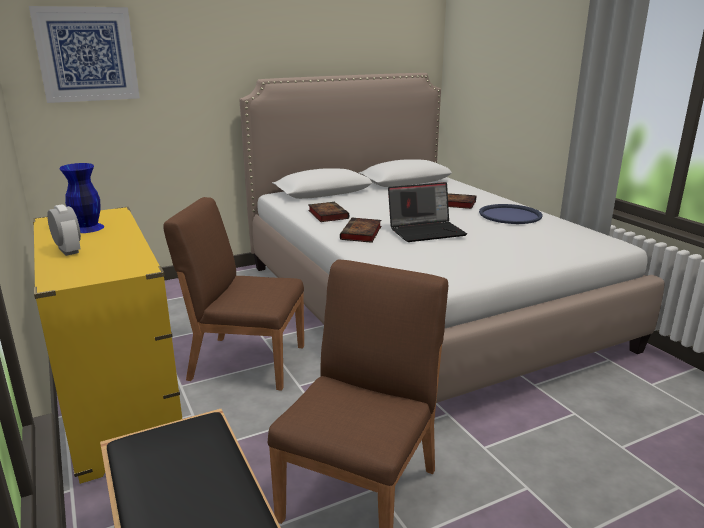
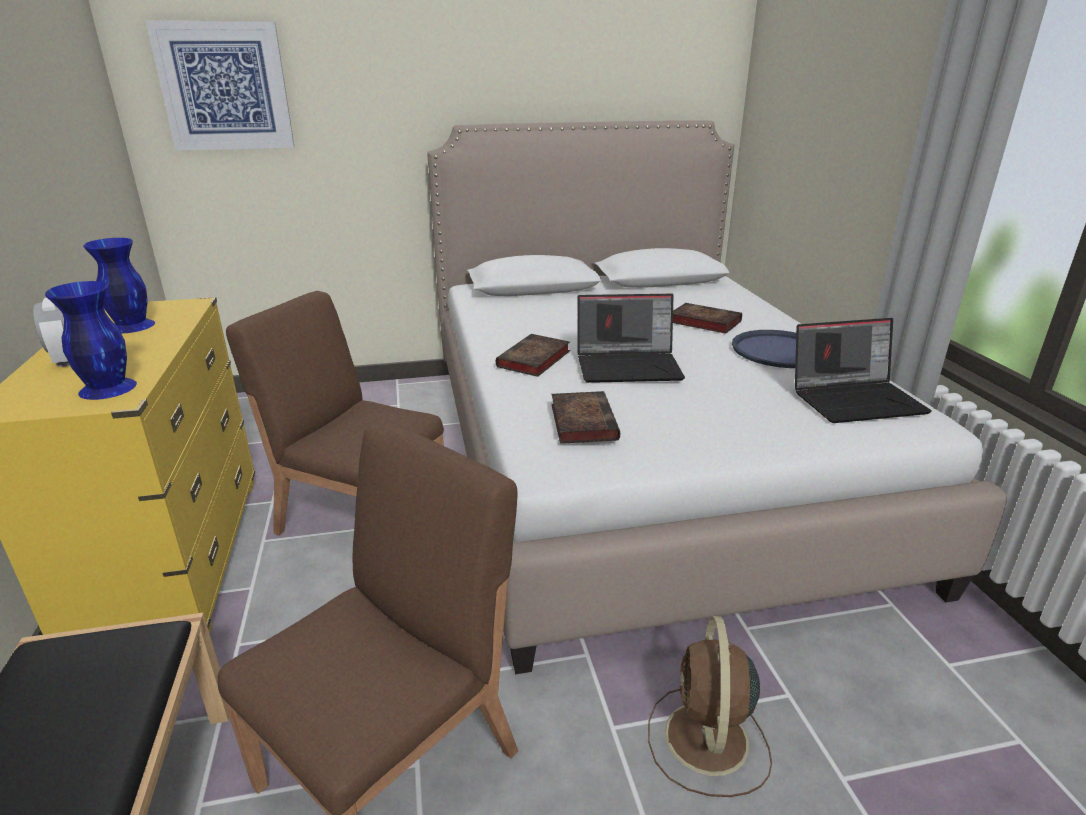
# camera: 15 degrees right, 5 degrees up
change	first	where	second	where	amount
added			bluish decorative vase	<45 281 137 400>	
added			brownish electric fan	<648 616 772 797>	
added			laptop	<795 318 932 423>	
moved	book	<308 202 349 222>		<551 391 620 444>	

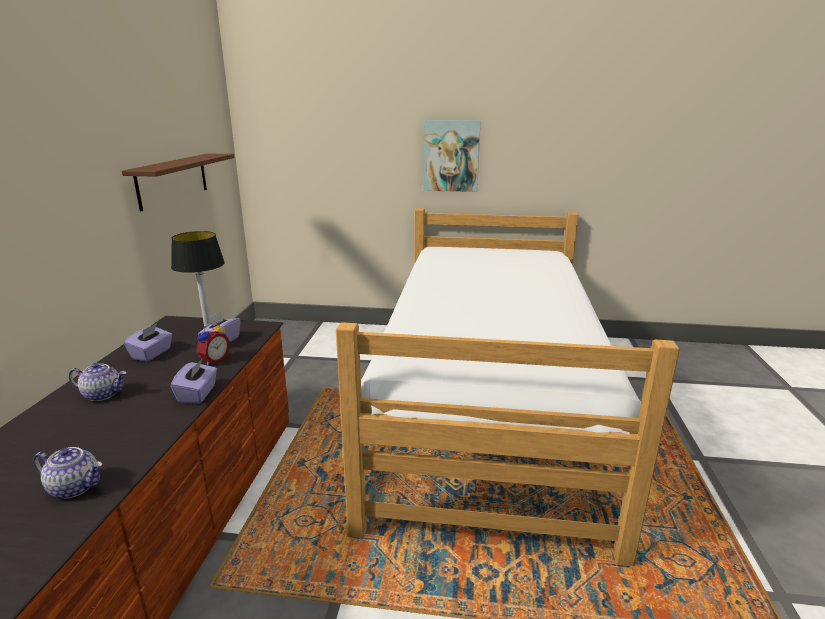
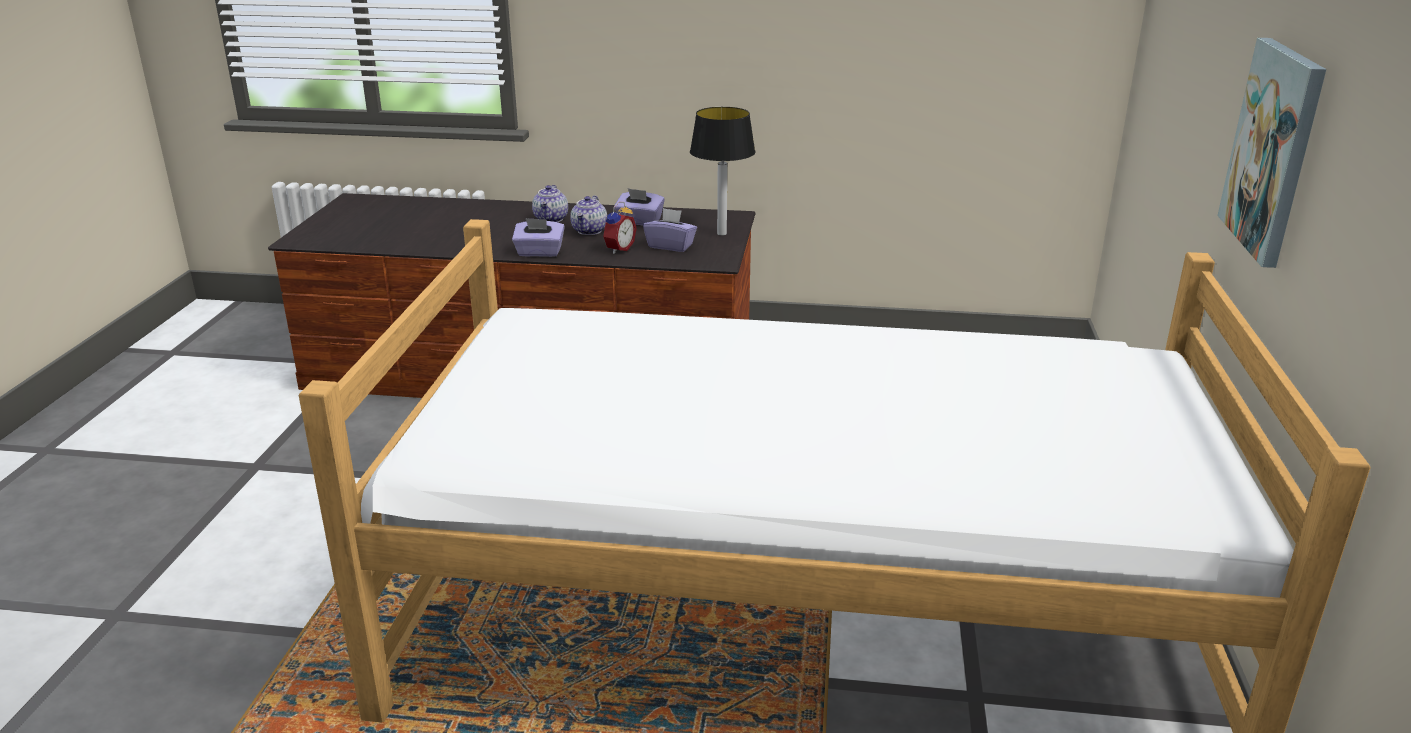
# camera: 90 degrees right, 5 degrees up
change	first	where	second	where	amount
removed	brownish bracket shelf	<122 154 234 212>			
moved	pot for tea	<33 447 102 499>		<570 195 607 235>	
turned	table clock	<196 322 230 365>		<603 202 637 254>	90 degrees counterclockwise

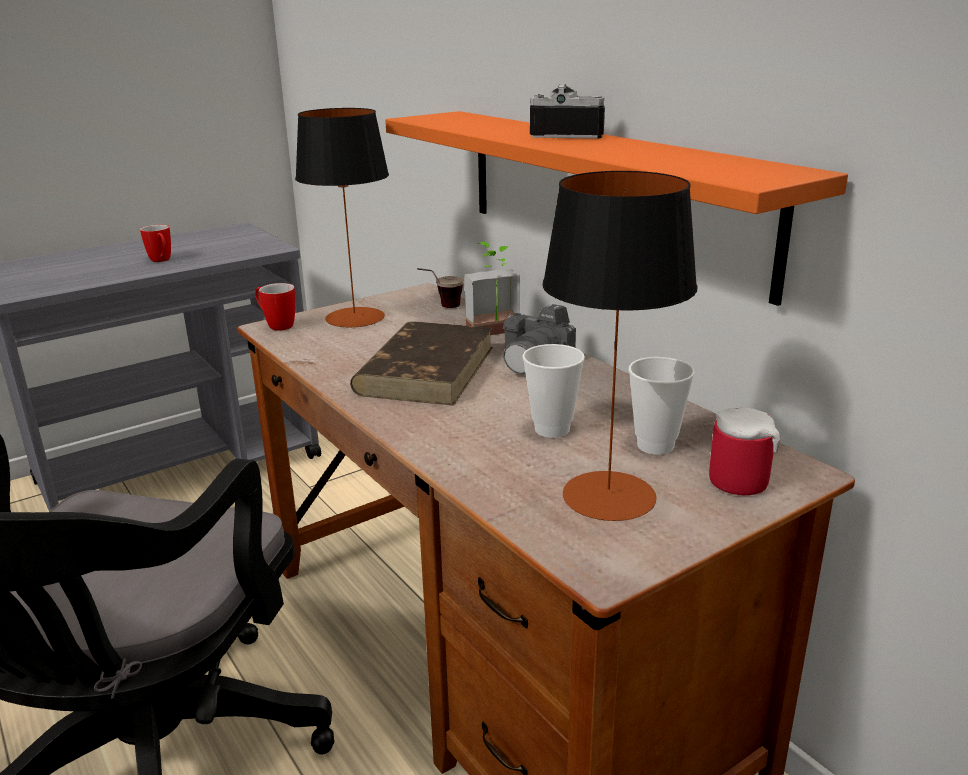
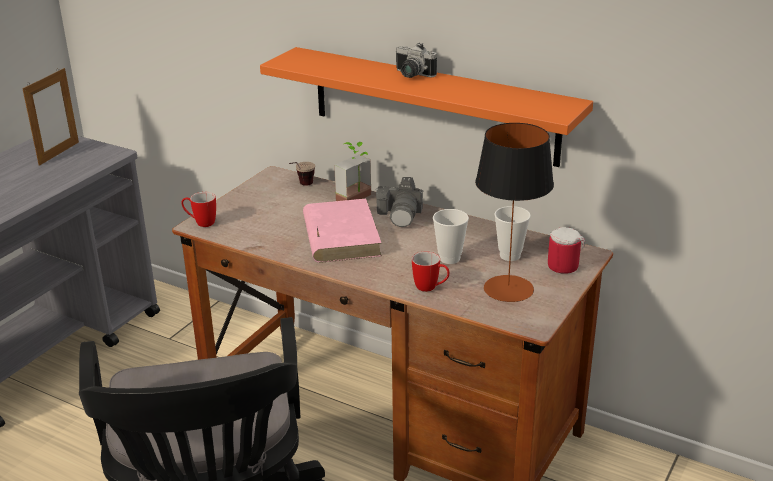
# camera: 25 degrees left, 5 degrees up
change	first	where	second	where	amount
removed	table lamp	<295 108 389 328>			
added			picture frame	<22 68 79 166>	
moved	mug	<140 225 171 262>		<412 251 450 292>	
recoloured	brownish book	<350 321 493 406>	pink book	<303 199 382 263>	
turned	photo camera	<530 84 605 139>		<396 43 437 78>	135 degrees counterclockwise

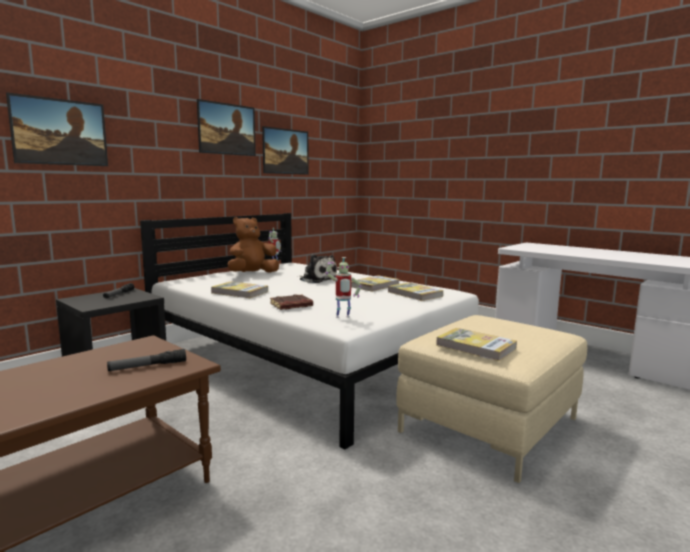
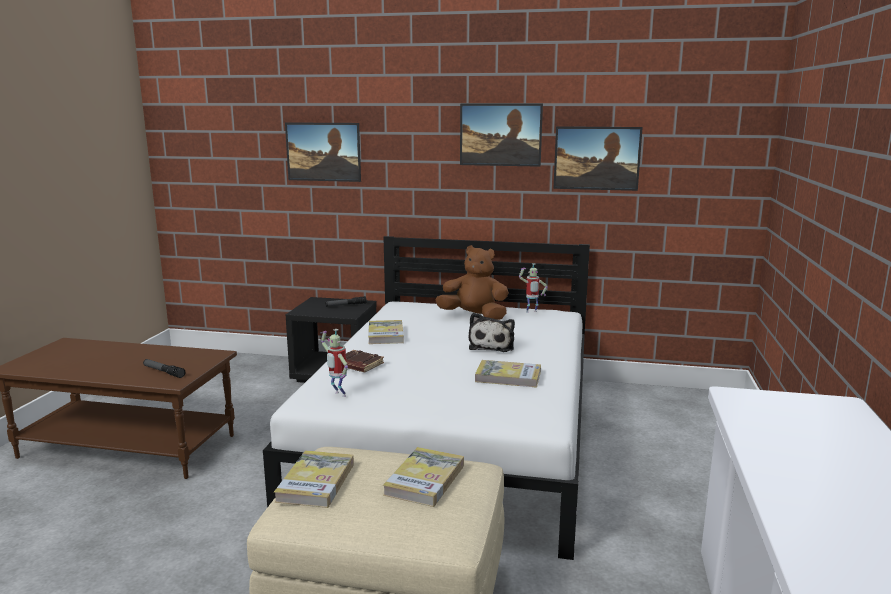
# camera: 60 degrees right, 5 degrees up
change	first	where	second	where	amount
moved	book	<388 283 443 301>		<383 447 464 507>	

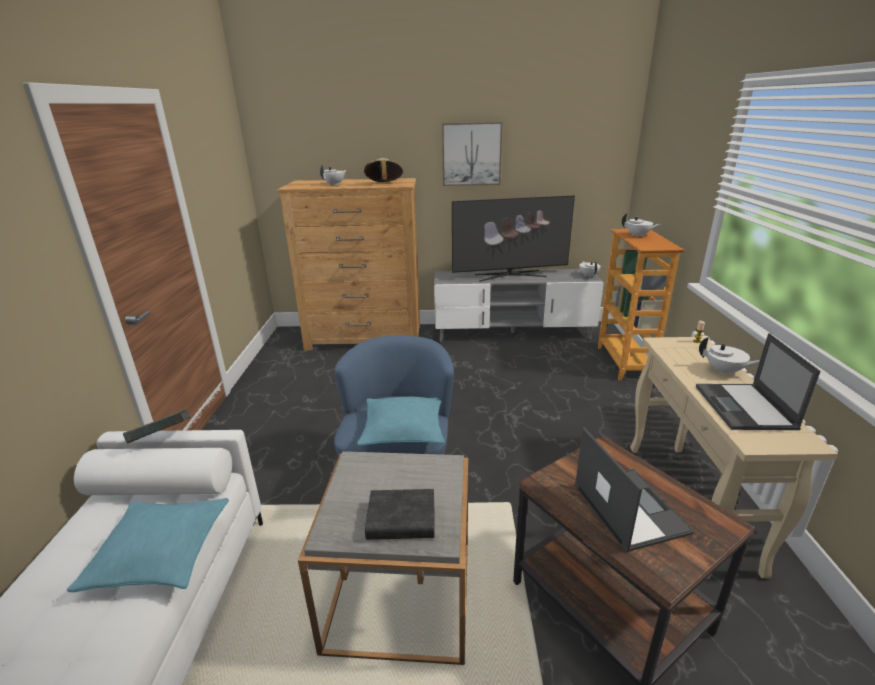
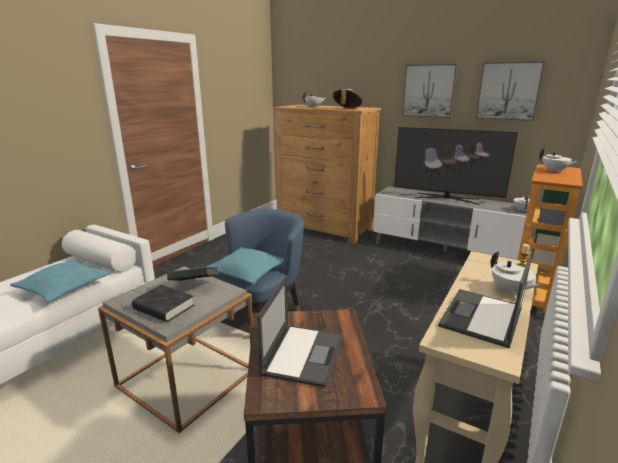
# camera: 30 degrees right, 5 degrees down
change	first	where	second	where	amount
added			wall art	<476 61 545 121>	
moved	book	<123 409 190 443>		<167 267 218 281>	

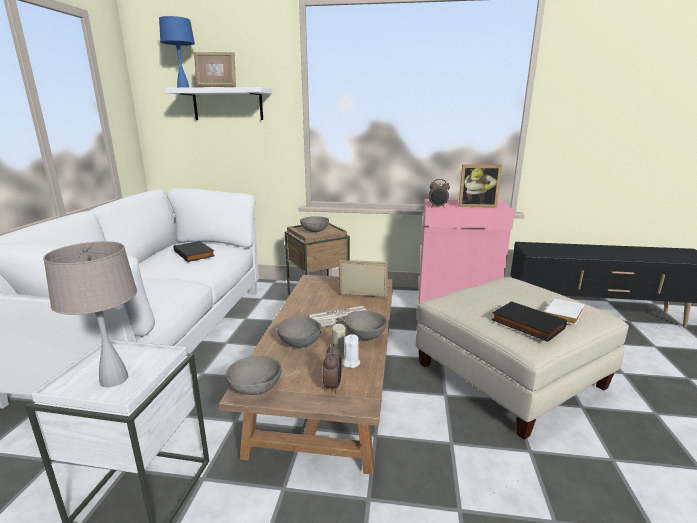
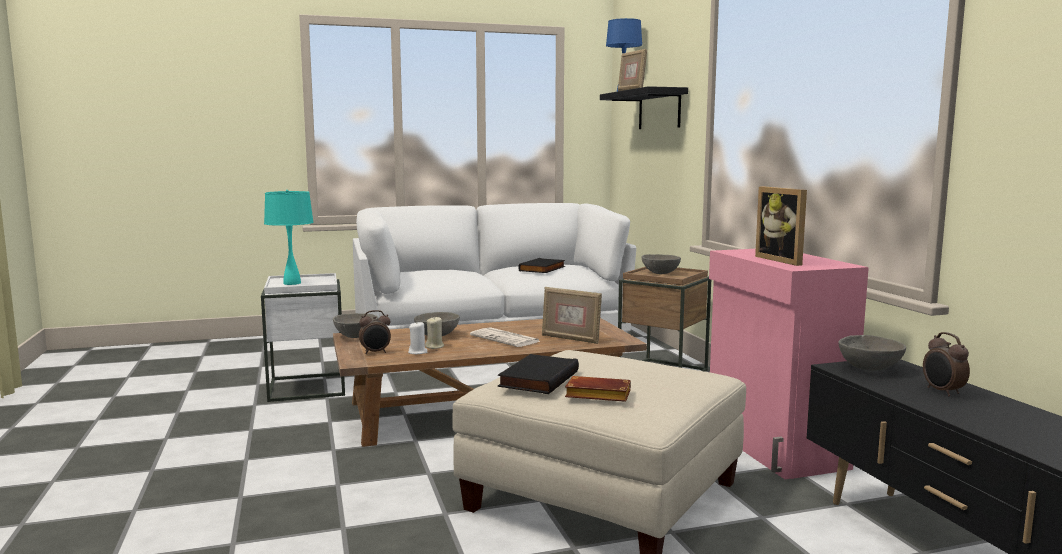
# camera: 65 degrees right, 10 degrees down
change	first	where	second	where	amount
moved	greyish serving bowl	<344 311 387 340>		<838 335 906 371>	
moved	table clock	<428 179 450 208>		<923 332 970 396>	
recoloured	beige-coloured table lamp	<43 241 137 387>	turquoise-coloured table lamp	<264 190 314 285>	
recoloured	white bracket shelf	<164 87 272 120>	blackish bracket shelf	<600 86 688 129>	
recoloured	white book	<544 299 584 325>	brownish book	<565 376 631 402>	
turned	picture frame	<338 260 388 297>		<542 287 602 344>	135 degrees clockwise

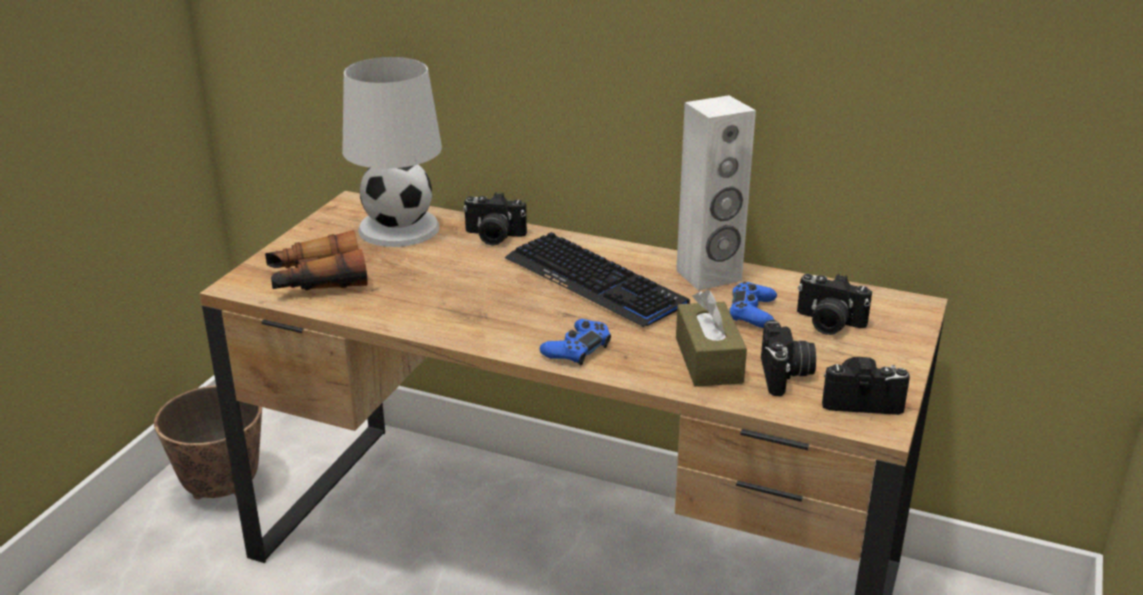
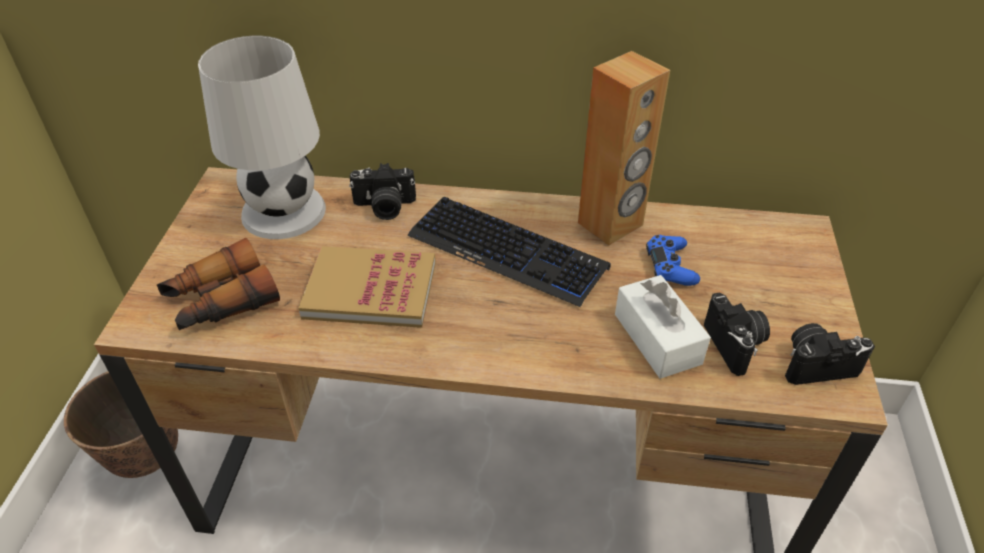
# camera: 15 degrees left, 15 degrees up
change	first	where	second	where	amount
removed	bluish joypad	<540 319 611 365>			
removed	photo camera	<797 274 872 335>			
added			book	<298 246 436 328>	
recoloured	white loudspeaker	<676 95 756 291>	brownish loudspeaker	<578 51 670 246>	
recoloured	brownish tissue box	<676 290 747 387>	white tissue box	<615 275 711 379>	

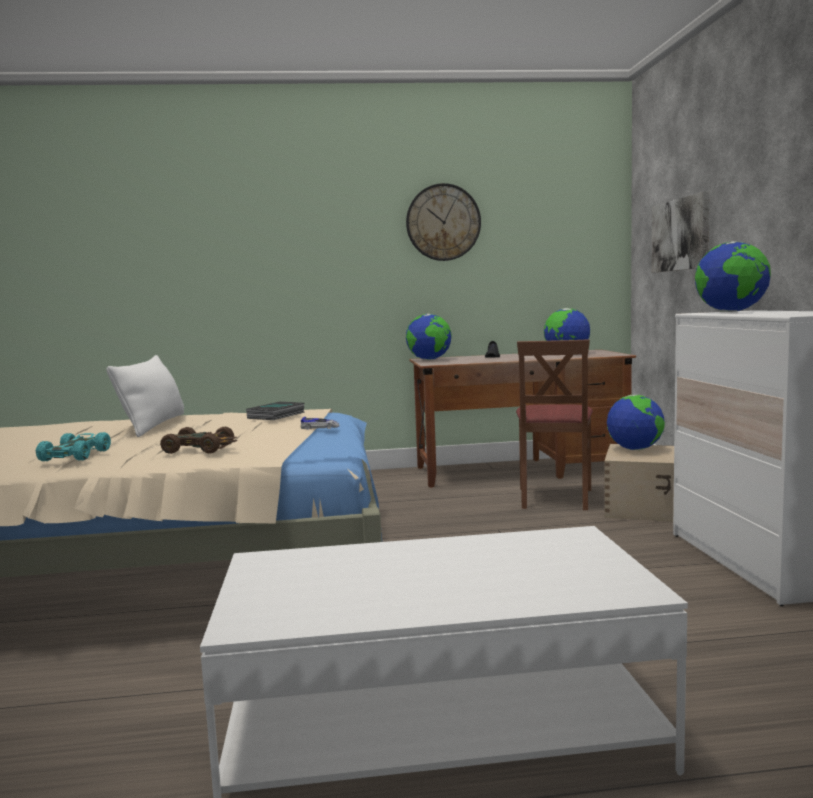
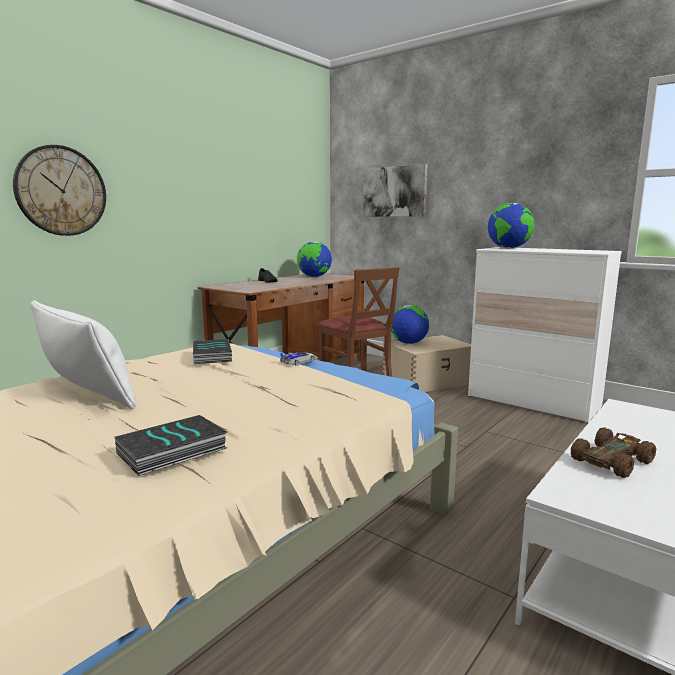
# camera: 45 degrees left, 5 degrees up
change	first	where	second	where	amount
removed	desk globe	<406 314 452 360>			
moved	brownish model car	<160 427 237 454>		<571 427 656 478>	
moved	hanging clock	<406 183 481 261>		<13 145 106 236>	
replaced	turquoise-coloured model car	<35 432 111 461>	book	<115 415 227 476>	

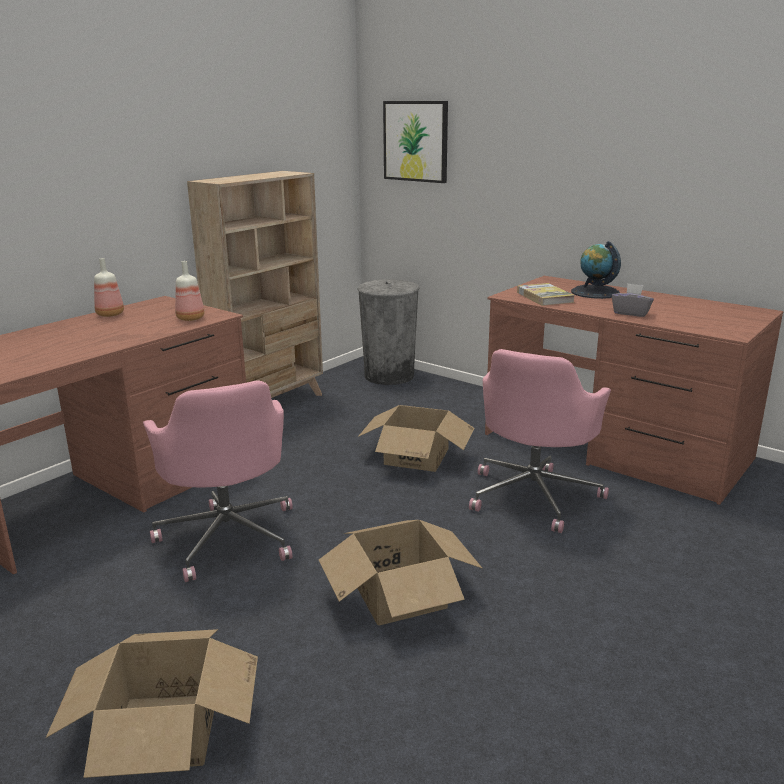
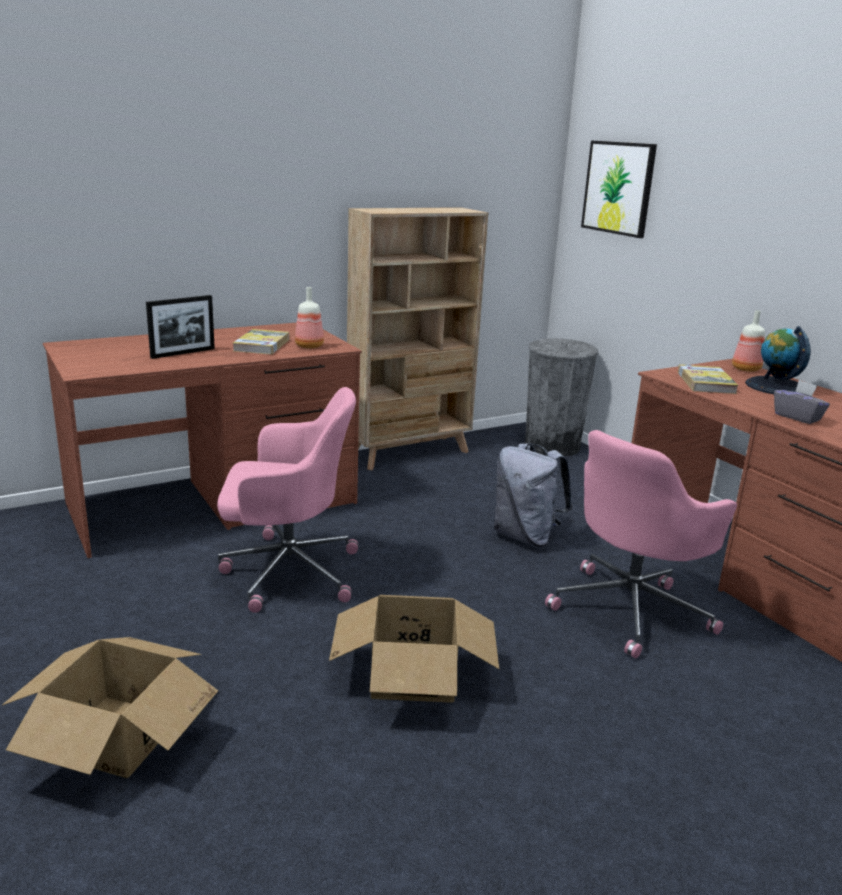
# camera: 20 degrees right, 0 degrees up
change	first	where	second	where	amount
added			picture frame	<146 295 215 359>	
added			book	<233 329 289 355>	
moved	drink bottle	<94 258 124 317>		<732 310 765 372>	
replaced	packing box	<358 405 475 472>	greyish backpack	<494 443 572 547>	
turned	pink office chair	<143 380 293 582>		<217 387 358 613>	90 degrees counterclockwise

